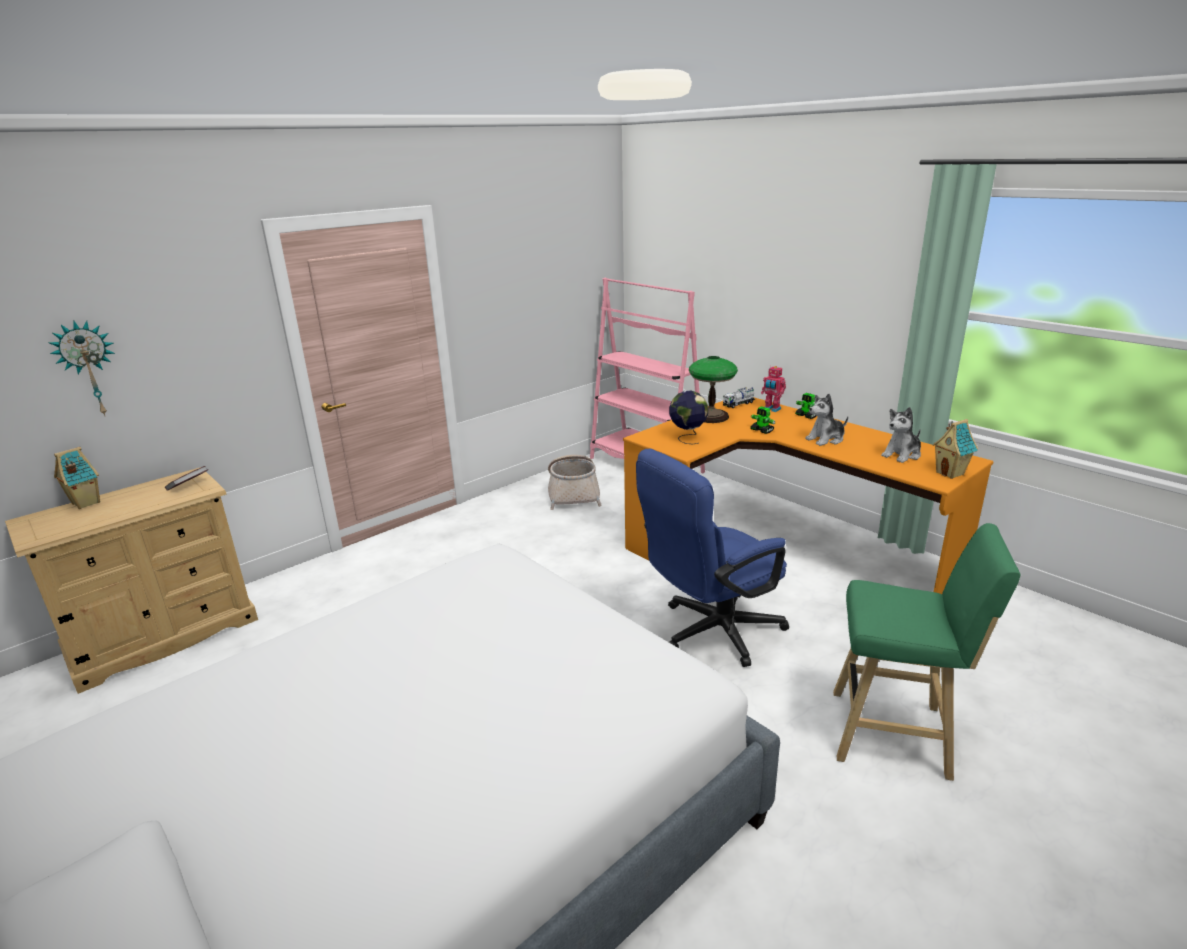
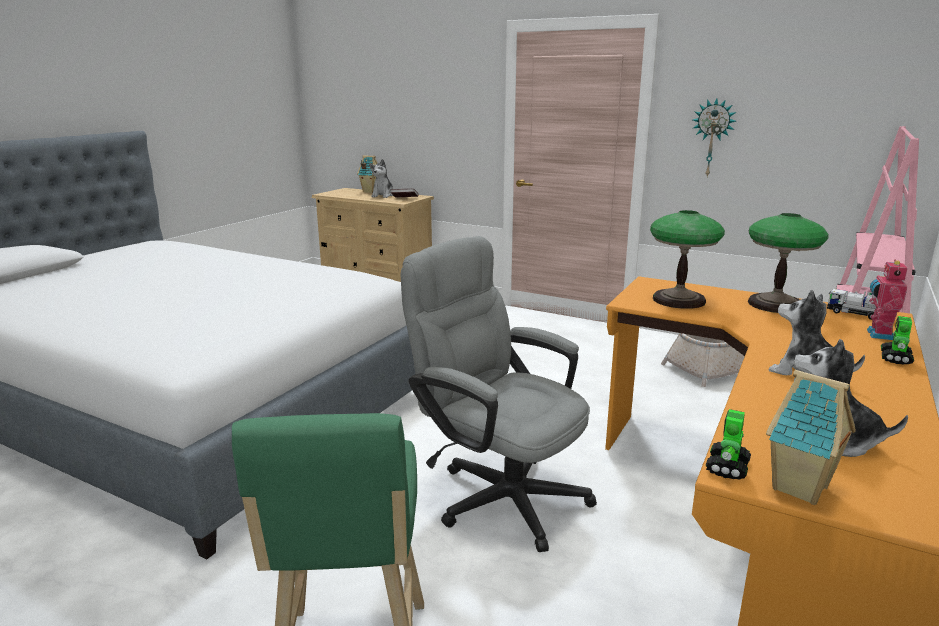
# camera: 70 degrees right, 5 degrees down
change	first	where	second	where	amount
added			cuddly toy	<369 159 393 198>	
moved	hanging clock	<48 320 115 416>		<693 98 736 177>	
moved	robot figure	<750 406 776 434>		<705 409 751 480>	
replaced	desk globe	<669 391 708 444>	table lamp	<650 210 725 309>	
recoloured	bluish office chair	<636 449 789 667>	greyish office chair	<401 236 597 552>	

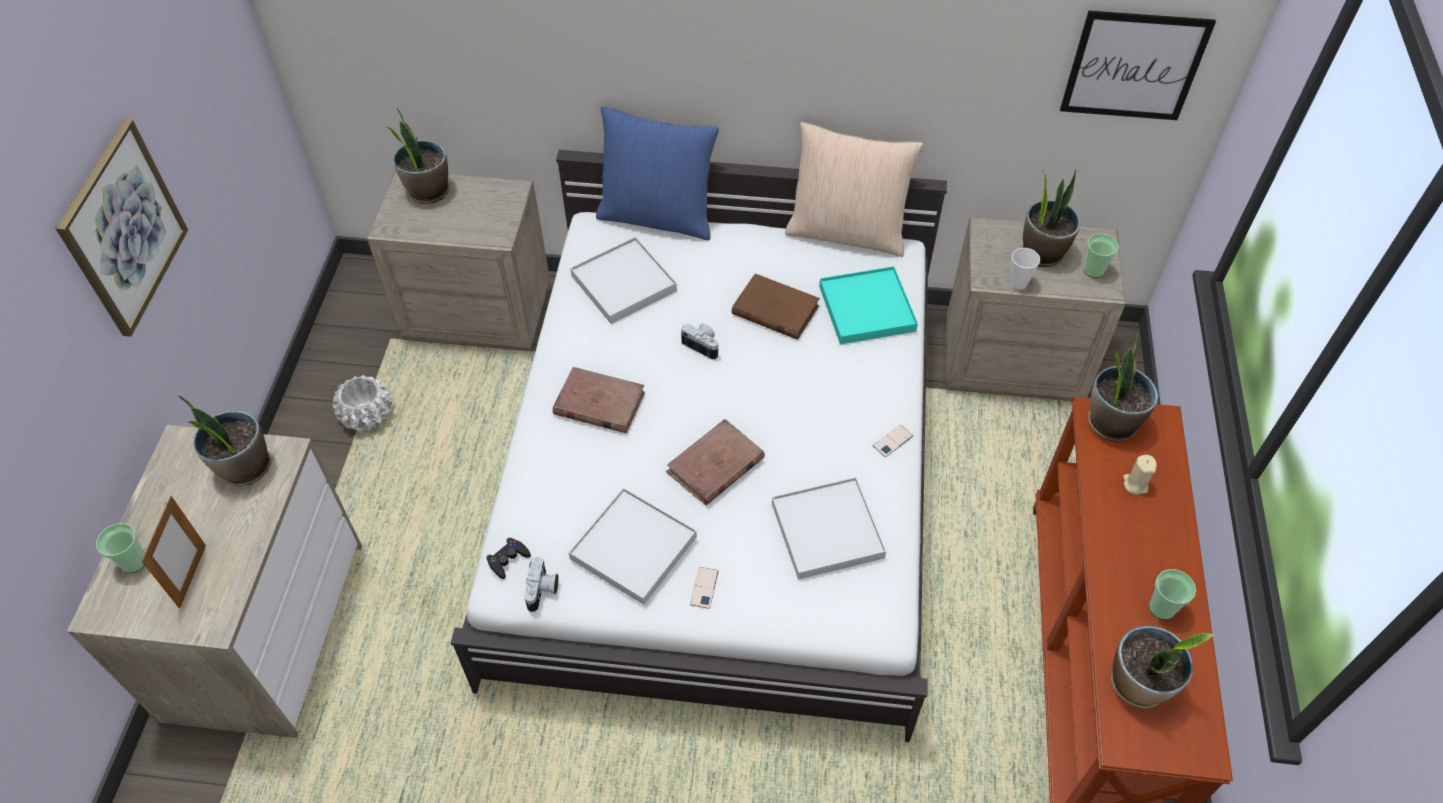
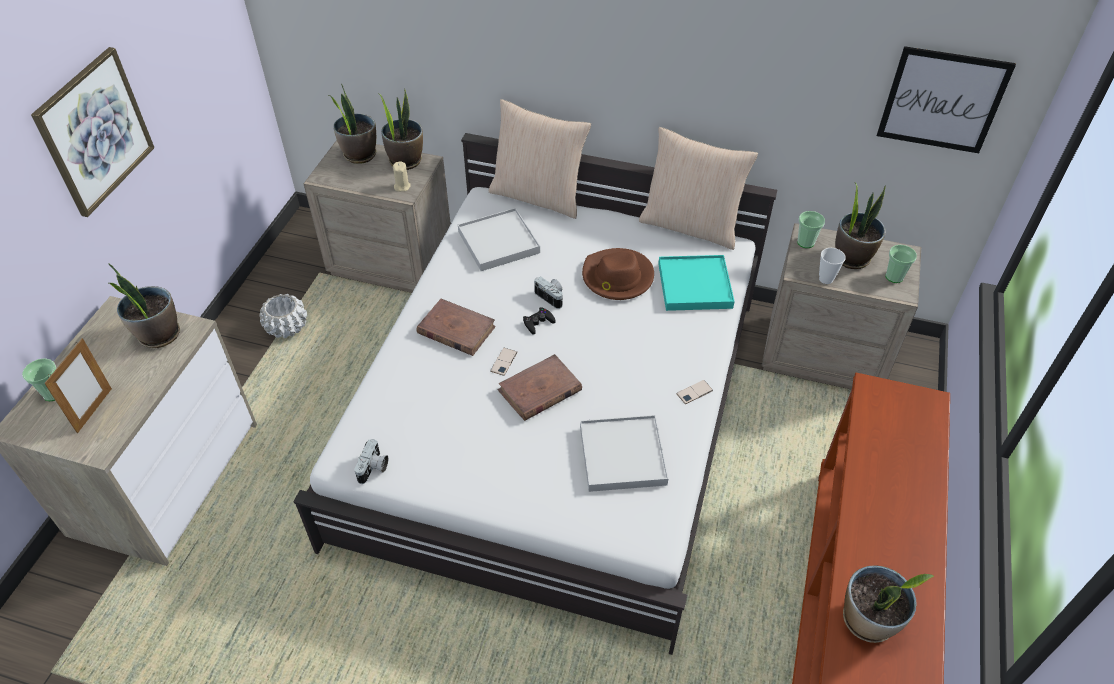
# camera: 10 degrees right, 5 degrees down
change	first	where	second	where	amount
removed	white carrying tray	<568 488 697 605>			
moved	blackish joypad	<486 538 531 579>		<523 307 556 335>	
moved	handset	<690 567 719 609>		<490 348 517 376>	
moved	plant in a pot	<1088 332 1158 442>		<378 88 423 170>	
moved	beige-coloured candle	<1123 455 1157 495>		<393 161 411 192>	
moved	drinking cup	<1149 569 1196 620>		<797 211 825 248>	
replaced	brownish book	<732 274 820 340>	brownish wearable hat	<582 248 654 300>	
recoloured	bluish cushion	<596 106 719 240>	beige-coloured cushion	<489 99 591 219>	

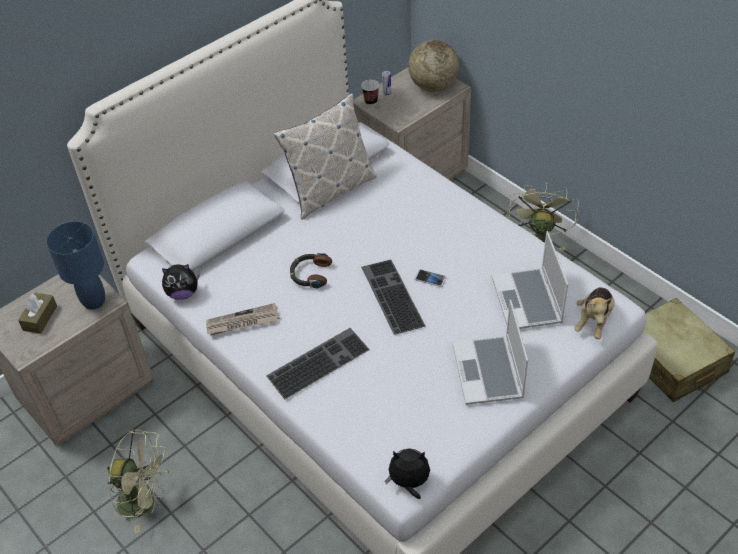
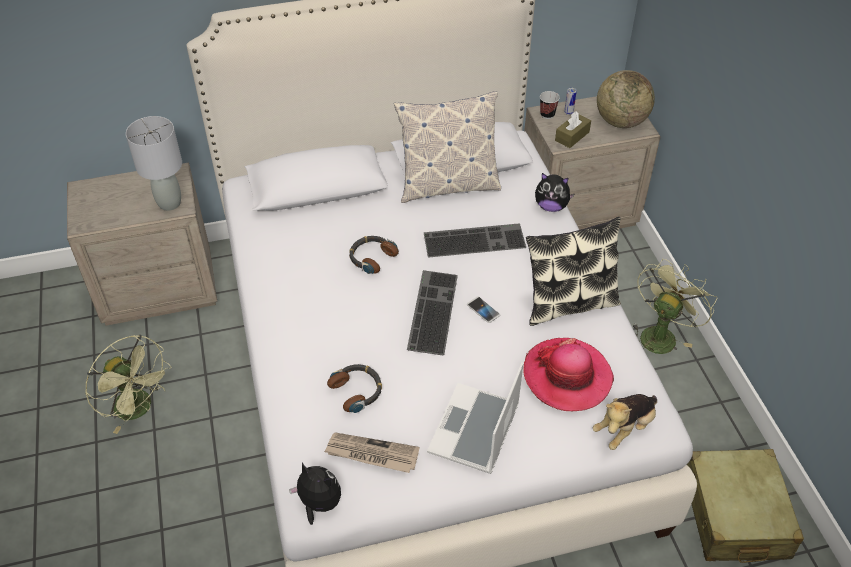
# camera: 25 degrees right, 0 degrees up
change	first	where	second	where	amount
added			headphones	<327 364 382 413>	
added			cushion	<526 217 621 326>	
moved	brownish tissue box	<18 293 57 334>		<555 111 591 148>	
moved	cuddly toy	<162 264 200 300>		<535 173 575 212>	
moved	newspaper	<206 303 280 335>		<324 432 419 473>	
moved	computer keyboard	<266 328 370 400>		<424 223 526 258>	
replaced	laptop	<492 231 568 329>	wearable hat	<523 338 614 411>	
recoloured	bluish table lamp	<46 221 105 310>	greyish table lamp	<126 116 182 211>	

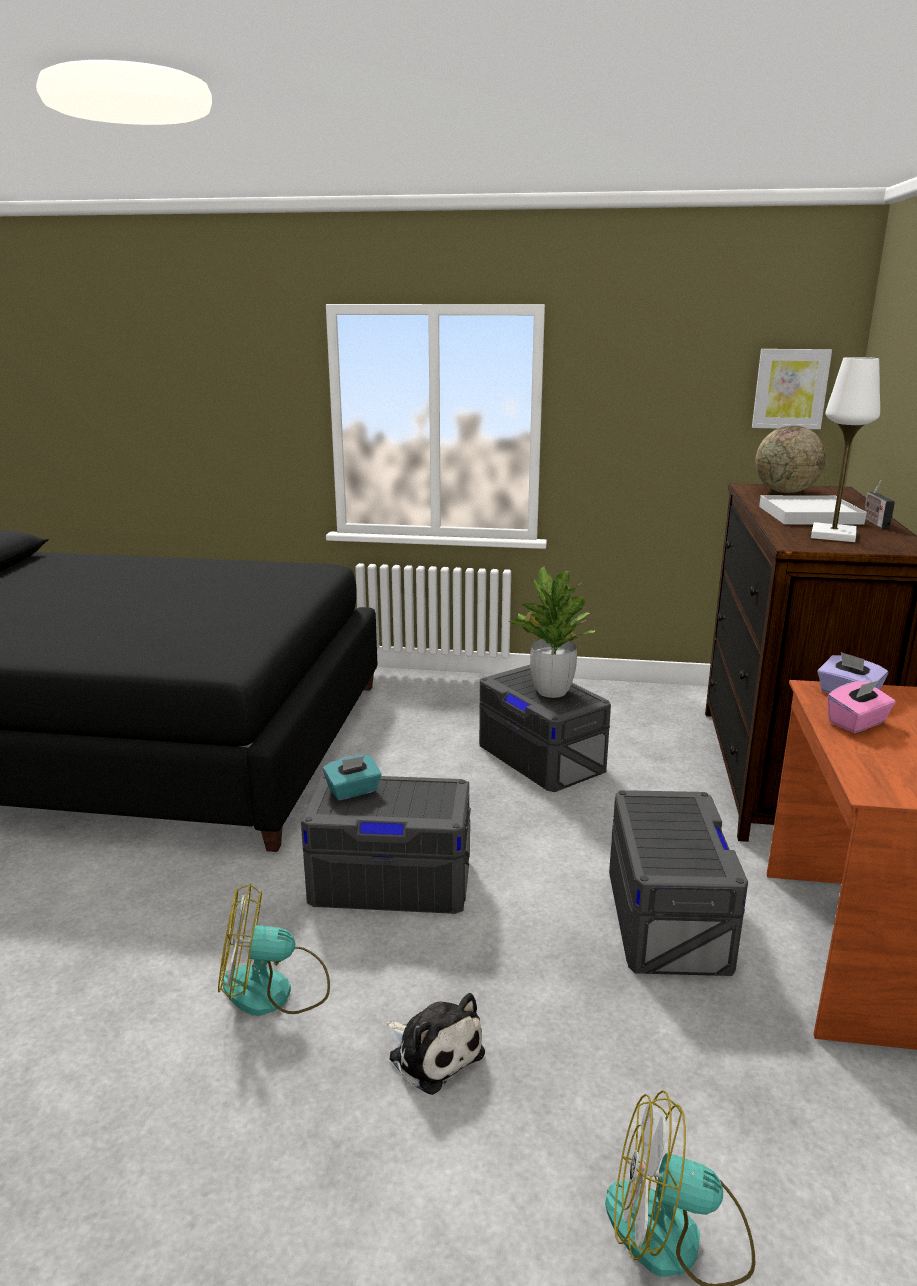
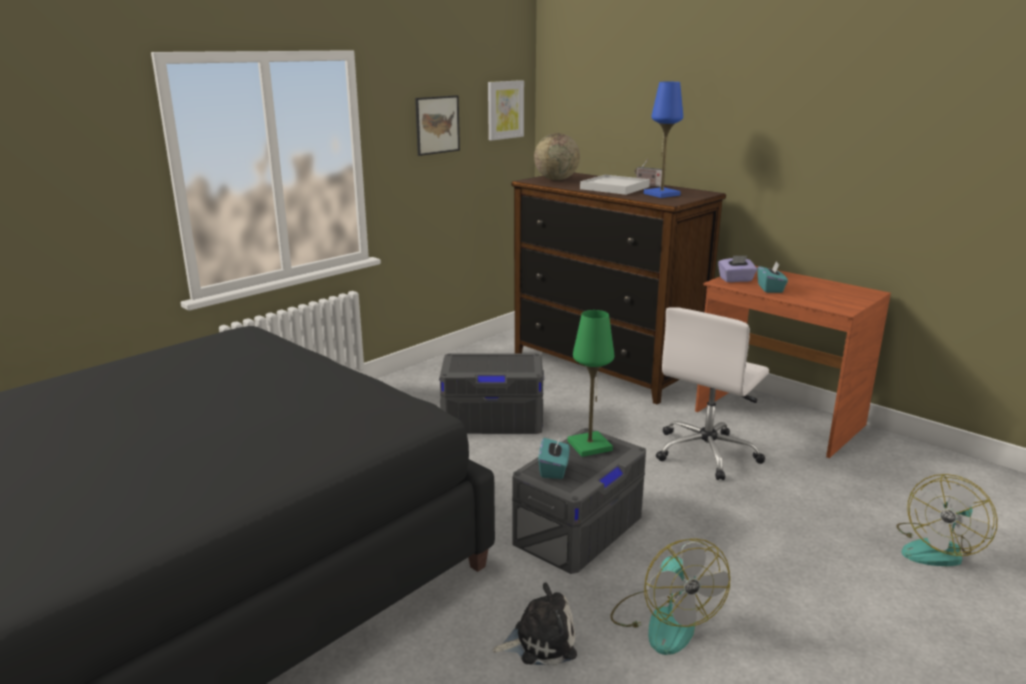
# camera: 55 degrees left, 0 degrees up
change	first	where	second	where	amount
removed	plant in a pot	<509 566 595 698>			
added			wall art	<415 95 460 156>	
added			green table lamp	<568 310 614 457>	
moved	cuddly toy	<387 993 485 1095>		<492 583 577 666>	
replaced	greyish storage box	<609 790 748 976>	white office chair	<656 307 769 480>	
recoloured	white table lamp	<811 357 880 542>	bluish table lamp	<644 82 683 198>	
recoloured	pink tissue box	<827 680 896 733>	turquoise-coloured tissue box	<758 262 788 293>	
turned	electric fan	<218 883 330 1016>		<610 538 730 655>	45 degrees counterclockwise

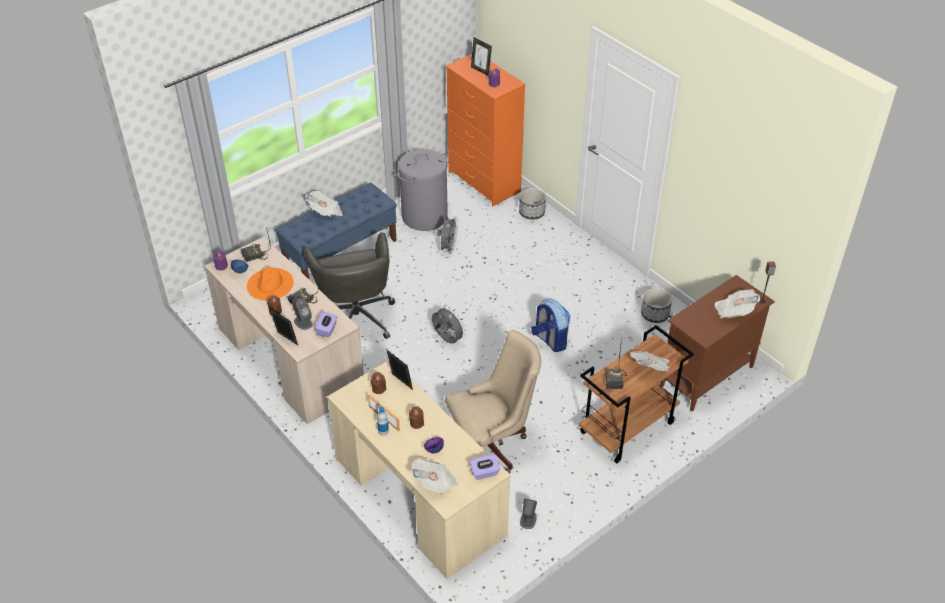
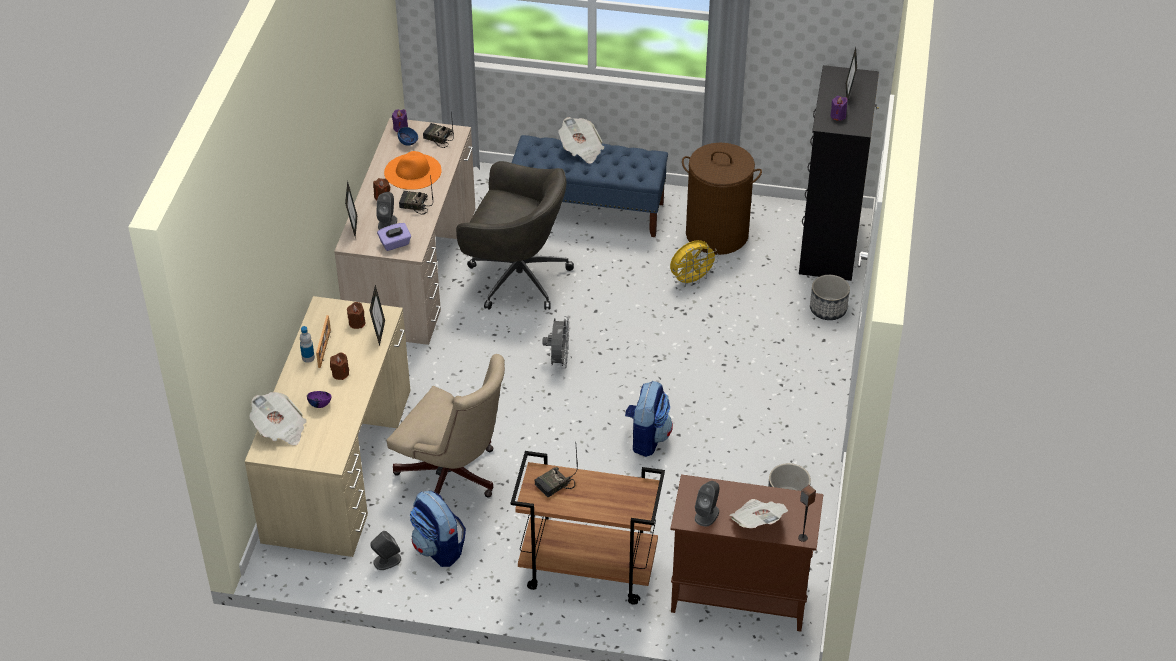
# camera: 50 degrees right, 0 degrees up
change	first	where	second	where	amount
removed	purple-coloured tissue box	<469 454 500 480>			
removed	newspaper	<630 351 670 371>			
added			backpack	<409 491 466 567>	
added			greyish loudspeaker	<695 481 720 527>	
recoloured	greyish laundry basket	<396 149 449 231>	brownish laundry basket	<682 143 762 255>	
recoloured	greyish electric fan	<437 216 458 253>	yellow-coloured electric fan	<670 240 719 287>	
recoloured	orangey drawer chest	<445 54 526 206>	blackish drawer chest	<799 65 879 281>	
turned	greyish office chair	<304 232 395 339>		<456 161 574 310>	105 degrees counterclockwise

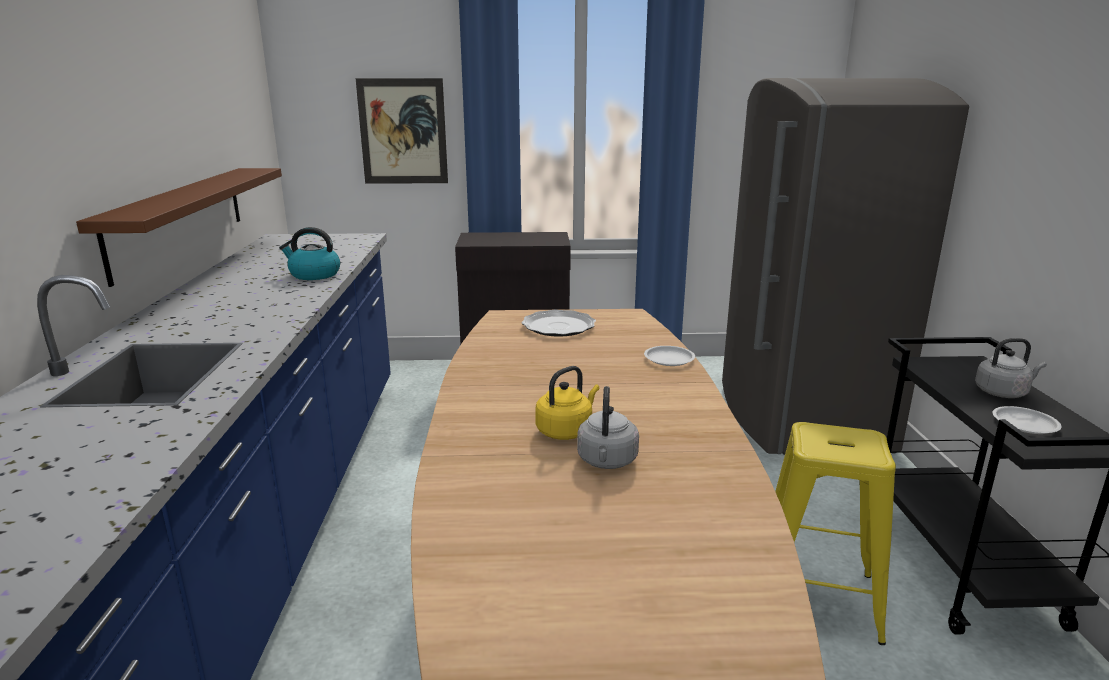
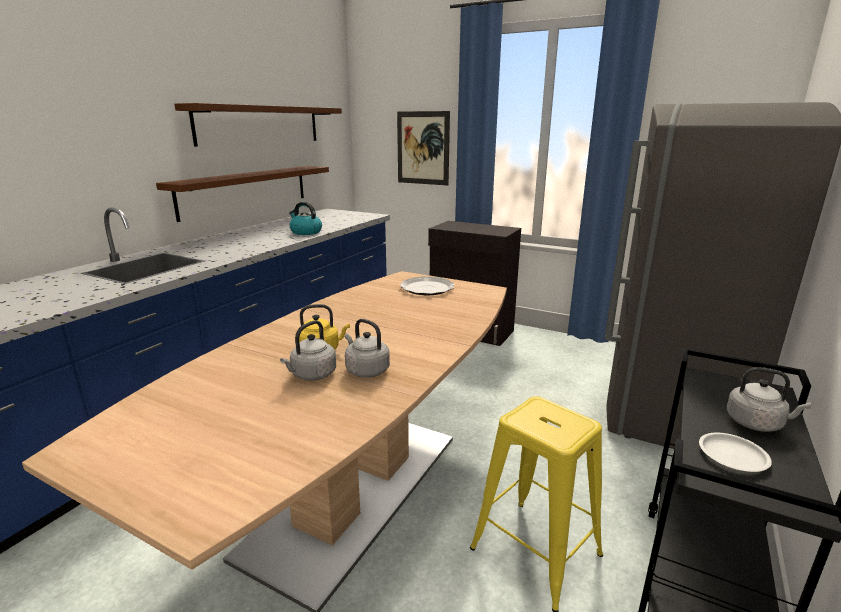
# camera: 30 degrees right, 0 degrees up
change	first	where	second	where	amount
removed	white dinner plate	<644 346 695 366>			
added			brownish bracket shelf	<174 103 342 147>	
added			greyish tea kettle	<345 319 390 378>	

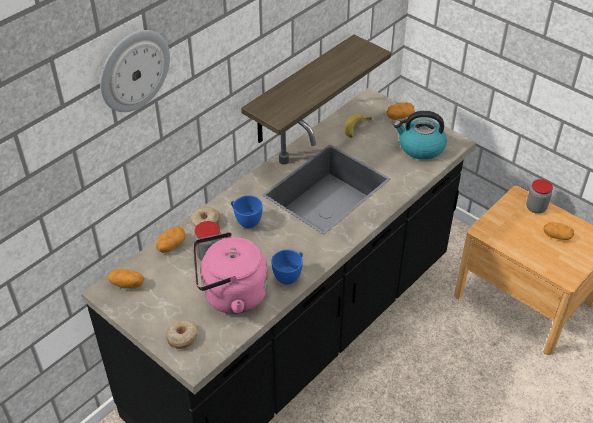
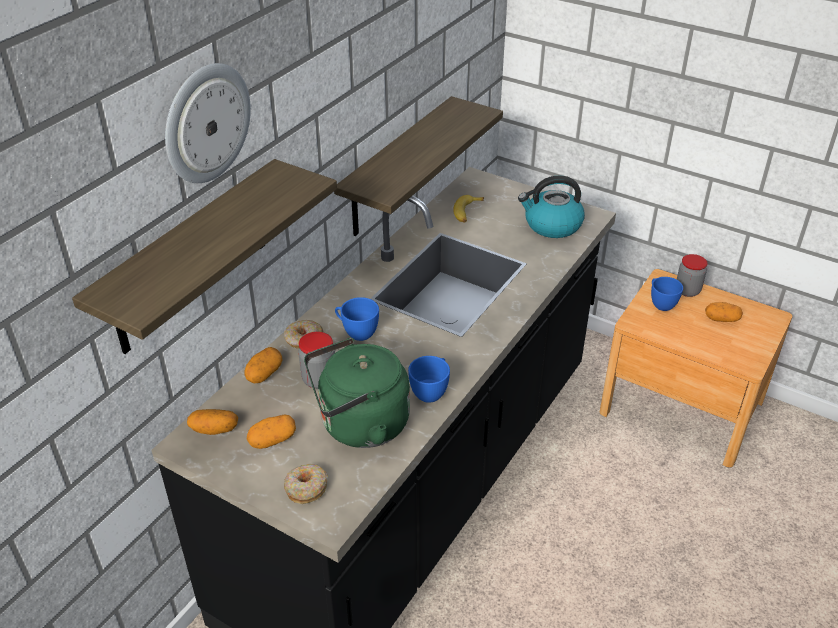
# camera: 10 degrees left, 5 degrees down
change	first	where	second	where	amount
added			bracket shelf	<72 159 337 354>	
added			bluish drinking cup	<651 277 683 311>	
moved	spud	<386 103 415 120>		<247 415 296 449>	
recoloured	pink tea kettle	<193 232 268 314>	green tea kettle	<304 338 410 448>	

